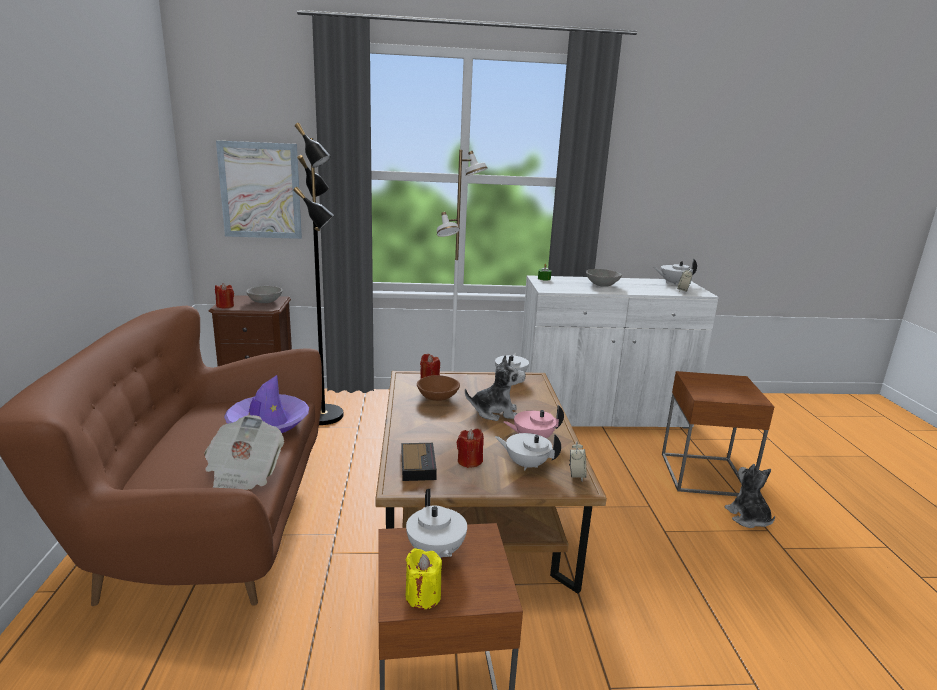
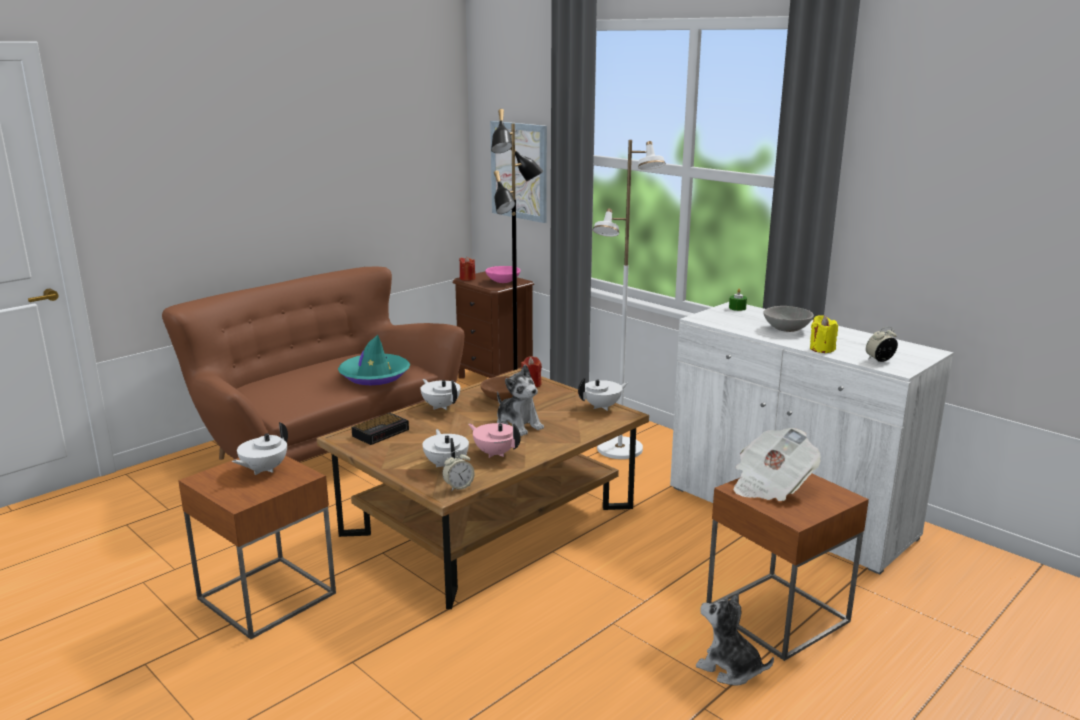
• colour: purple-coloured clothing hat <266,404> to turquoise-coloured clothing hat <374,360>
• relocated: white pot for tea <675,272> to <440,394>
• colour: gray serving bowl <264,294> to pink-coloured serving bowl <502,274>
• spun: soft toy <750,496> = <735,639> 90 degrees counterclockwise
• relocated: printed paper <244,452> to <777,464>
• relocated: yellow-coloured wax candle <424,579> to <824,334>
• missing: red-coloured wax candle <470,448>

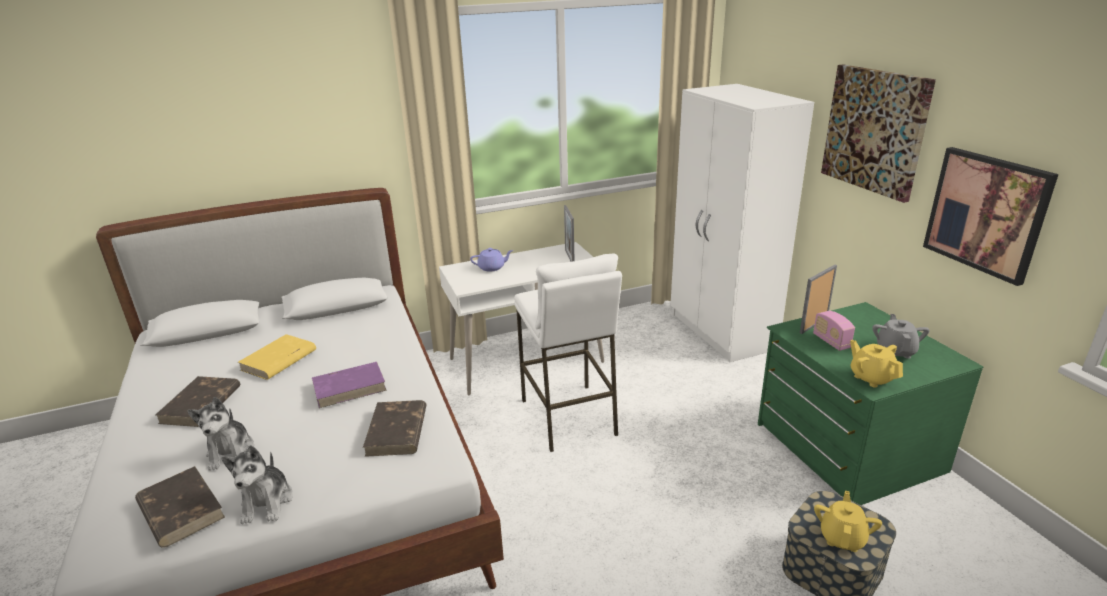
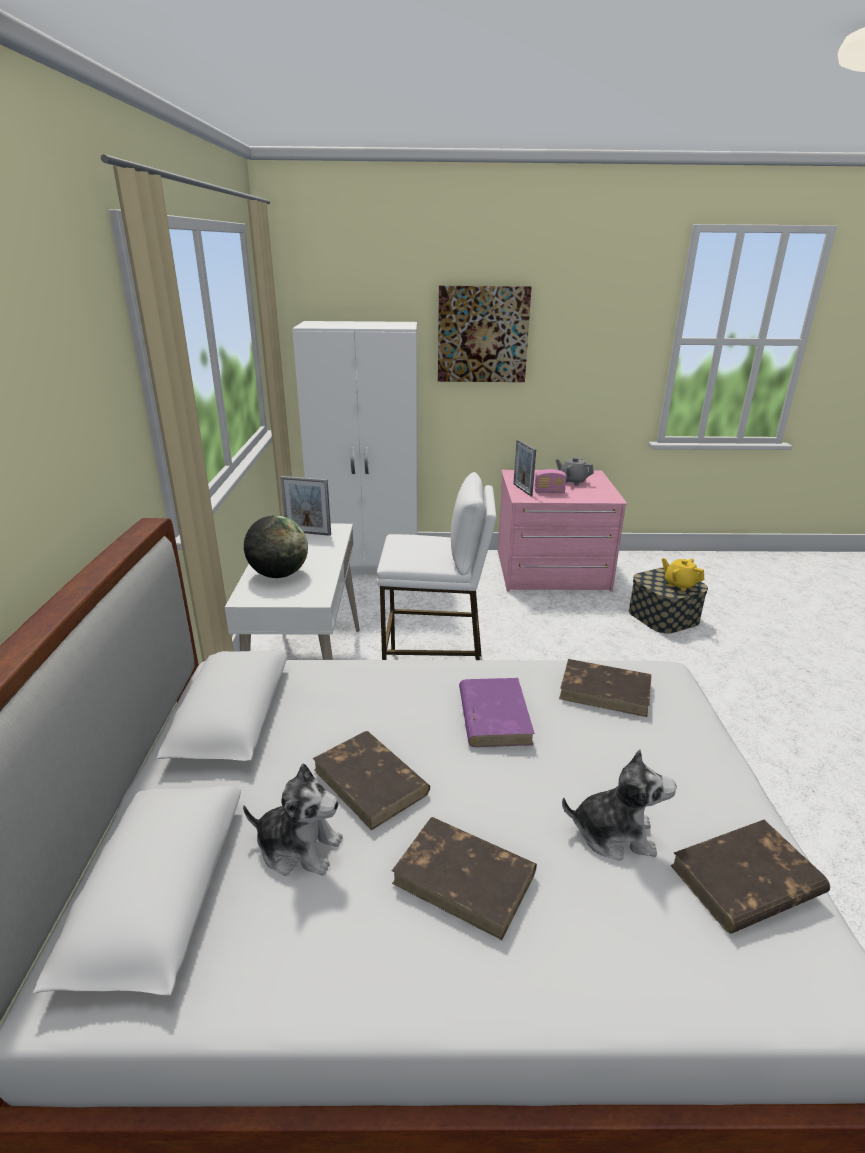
• relocated: soft toy <257,484> to <293,820>
• exchanged: purple-coloured pot for tea <491,260> to globe <276,546>
• colour: yellow-coloured book <277,357> to brown-coloured book <371,781>
• colour: greenish dresser <871,403> to pink-coloured dresser <562,531>
• missing: yellow-coloured pot for tea <876,364>
• missing: wall picture <991,216>

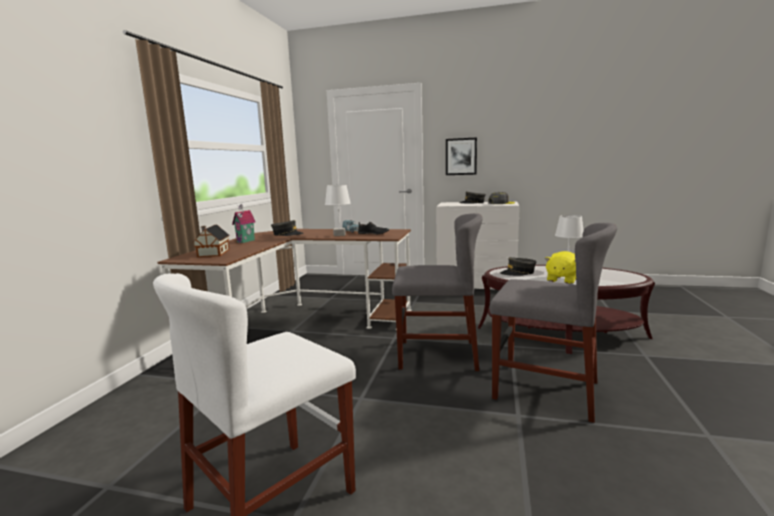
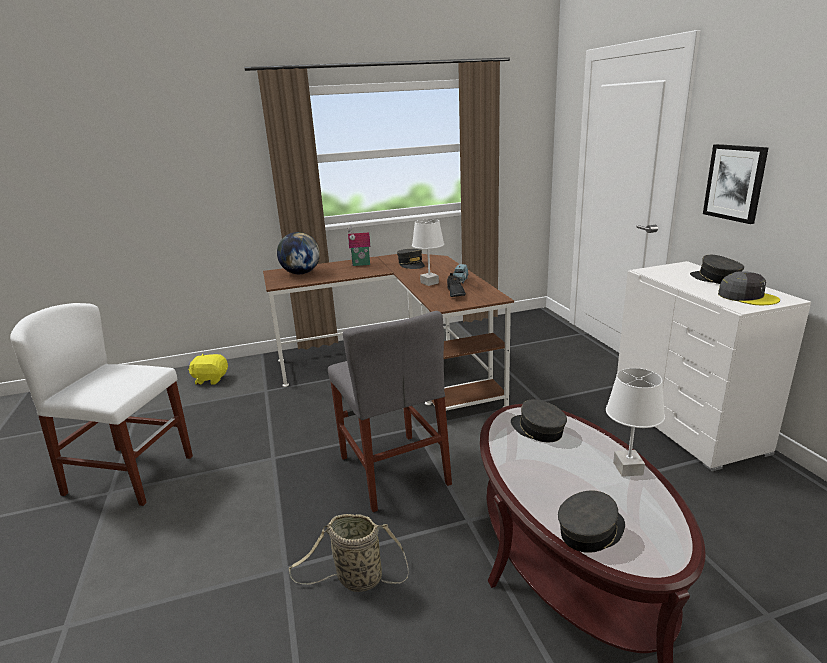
• relocated: yellow-coloured soft toy <560,267> to <208,369>
• exchanged: model house <211,241> to globe <298,253>
• exchanged: gray chair <553,323> to storage basket <349,553>
• appeared: gray baseball cap <591,521>

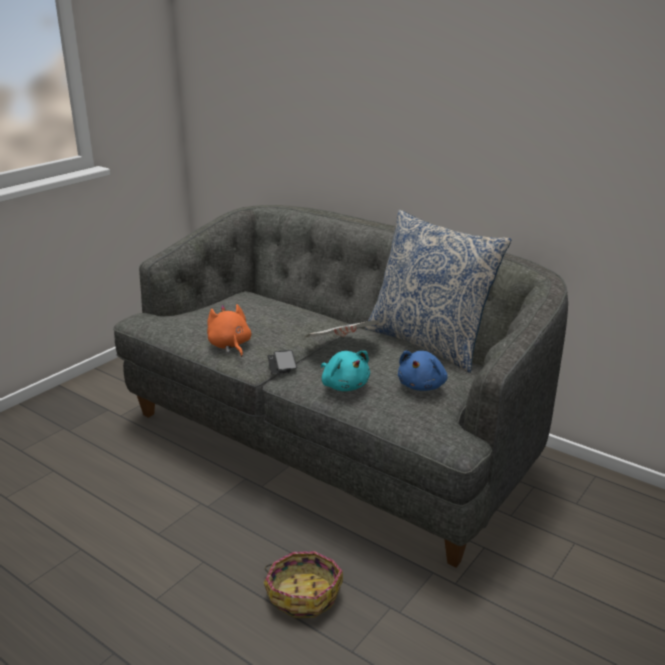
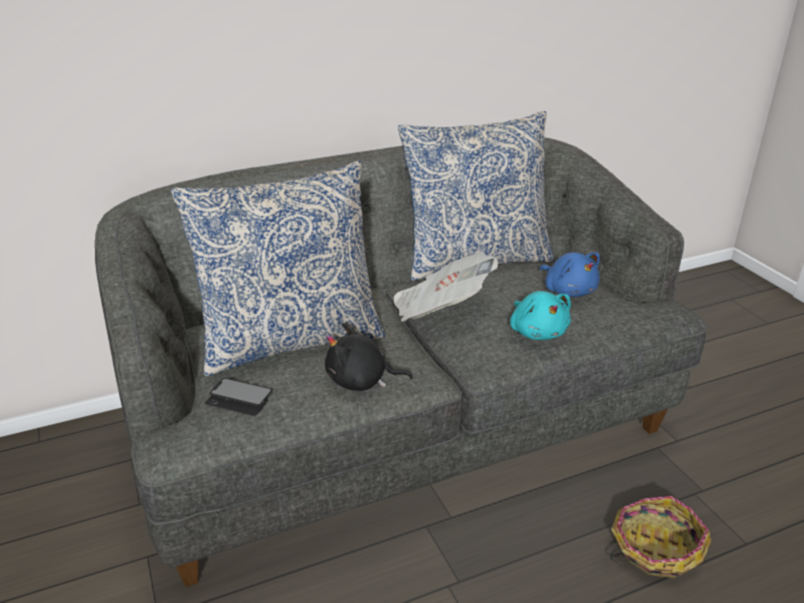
• appeared: cushion <278,268>
• relocated: telephone <282,362> to <238,397>
• colour: orangey soft toy <229,330> to blackish soft toy <369,357>
• spun: turquoise-coloured soft toy <345,371> = <540,315> 75 degrees clockwise

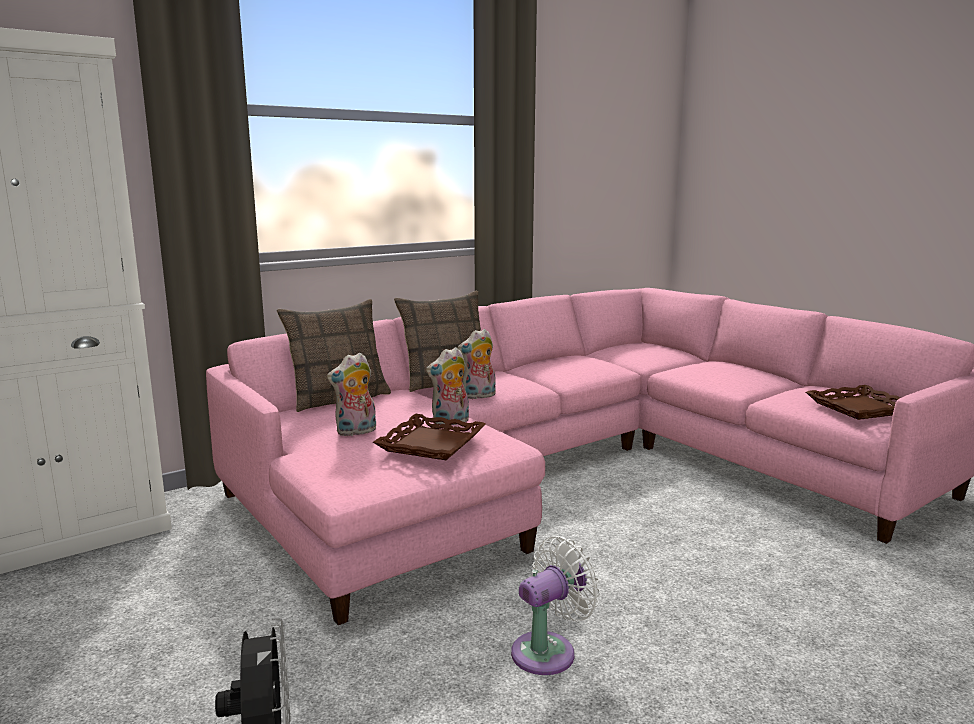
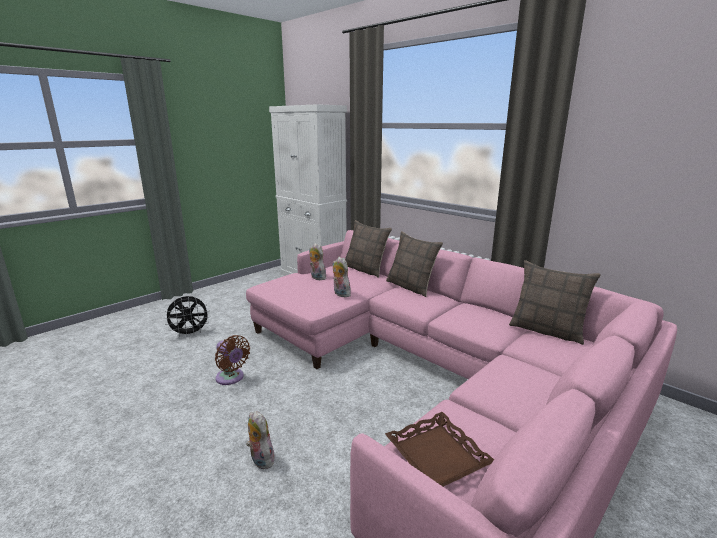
• colour: white cooling fan <555,605> to brown-coloured cooling fan <232,360>
• relocated: soft toy <477,364> to <260,440>
• appeared: cushion <555,302>
• missing: brown-coloured tray <429,437>

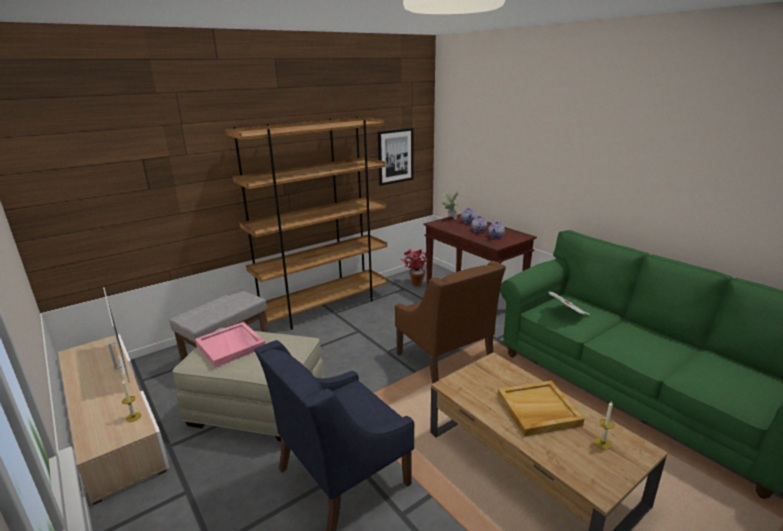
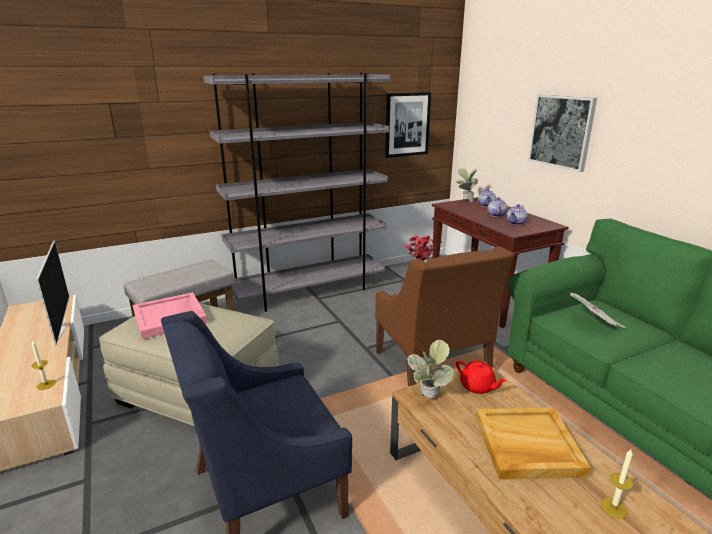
• colour: brown-coloured shelving unit <306,223> to gray shelving unit <296,192>
• appeared: potted plant <431,369>
• appeared: red-coloured pot for tea <481,377>
• appeared: wall picture <562,133>

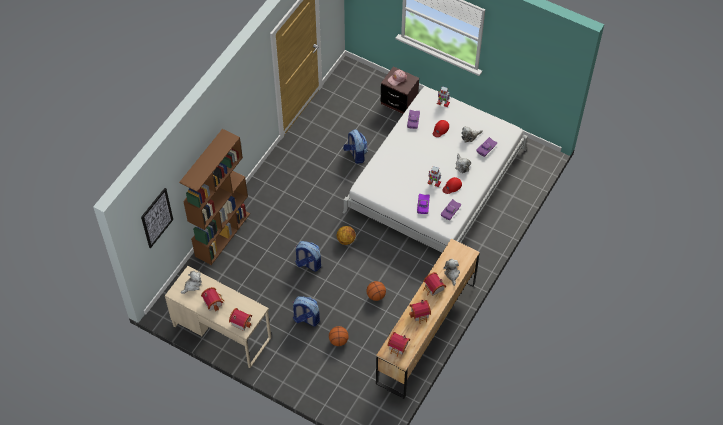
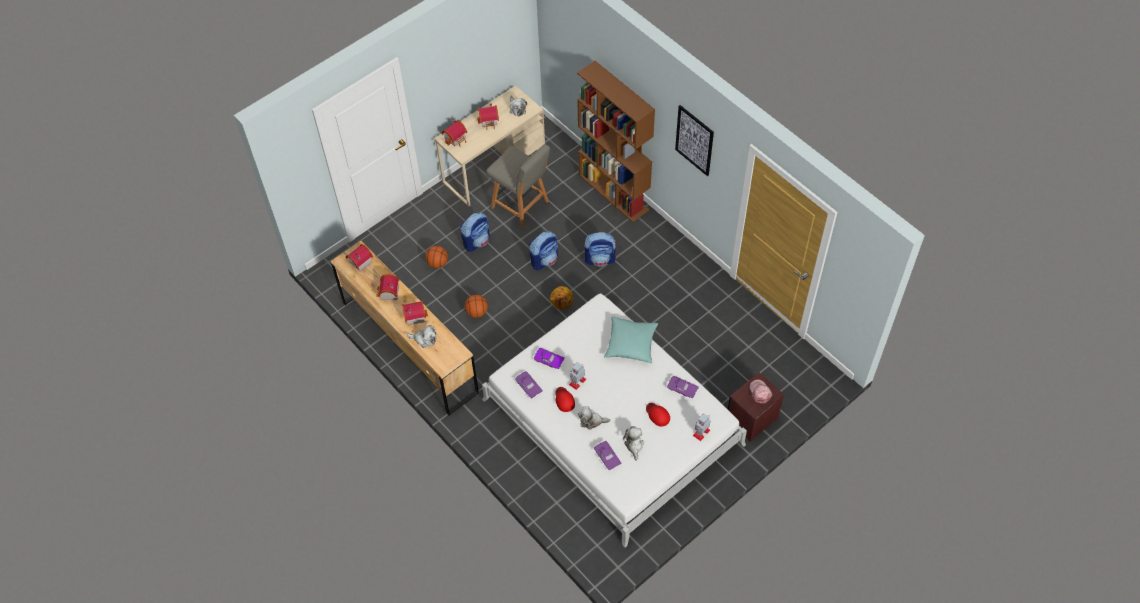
• appeared: gray chair <518,186>
• relocated: knapsack <355,146> to <600,249>
• appeared: turquoise-coloured cushion <631,339>
• relocated: wall picture <157,218> to <694,140>

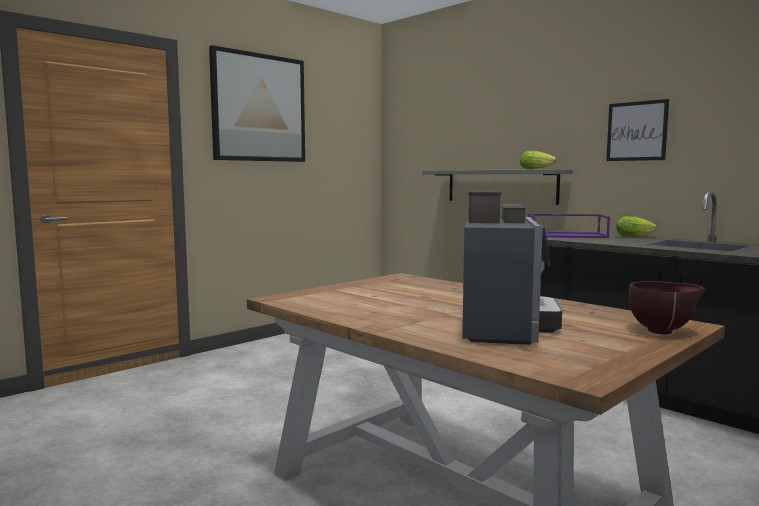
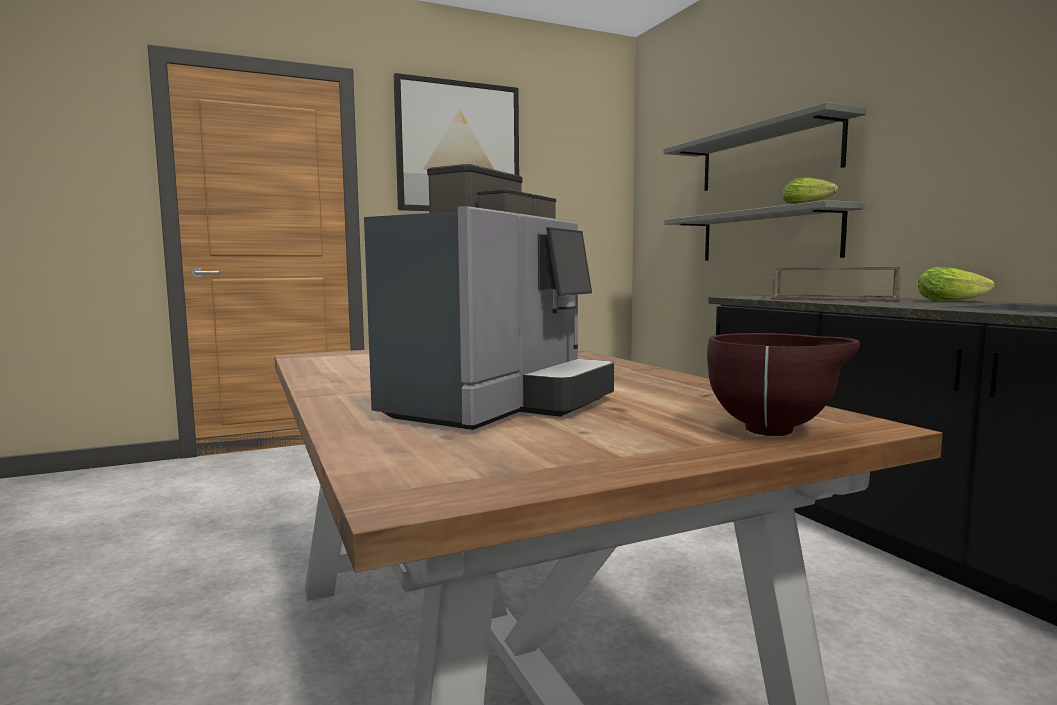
• appeared: gray shelf <764,146>
• colour: purple-coloured tray <569,226> to brown-coloured tray <836,284>
• missing: wall picture <637,130>

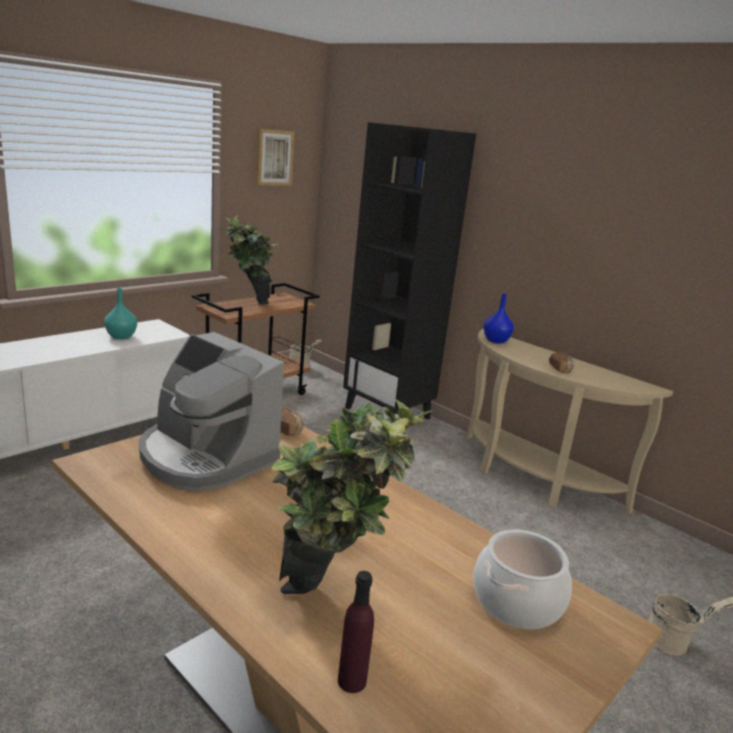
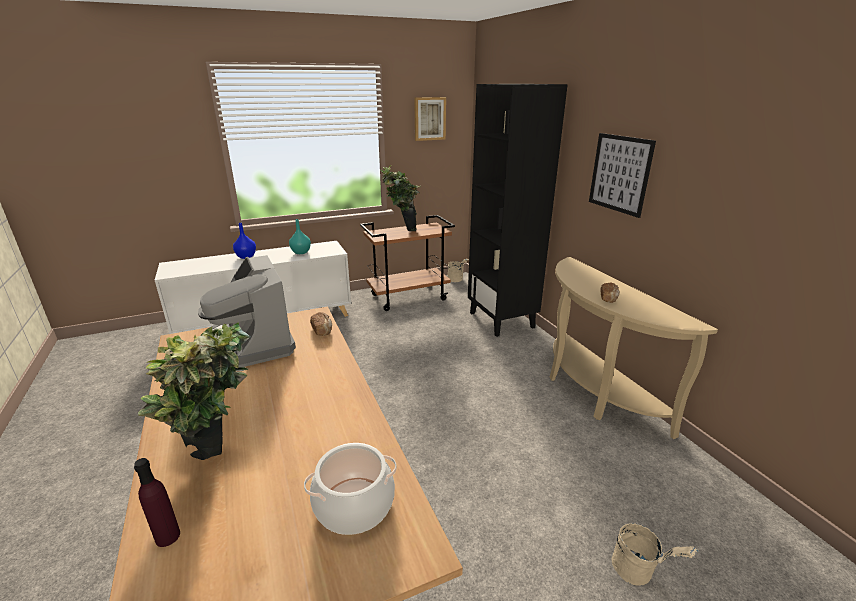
• relocated: bluish decorative vase <498,319> to <244,241>
• appeared: wall picture <622,175>

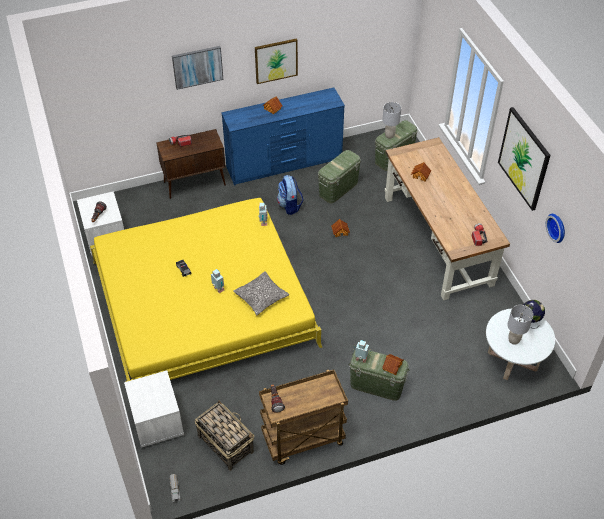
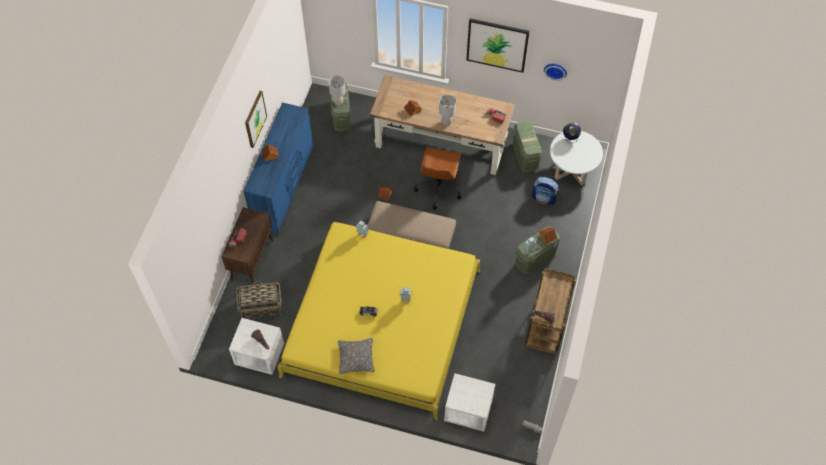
• relocated: storage basket <224,436> to <259,300>
• relocated: cushion <261,293> to <356,356>
• appeared: sand-coloured pouffe <411,225>
• appeared: brown-coloured computer chair <437,178>
• relocated: gray table lamp <520,325> to <447,110>
• relocated: greenish storage box <339,176> to <527,146>
• relocated: knapsack <290,195> to <545,191>
• missing: wall picture <197,68>

